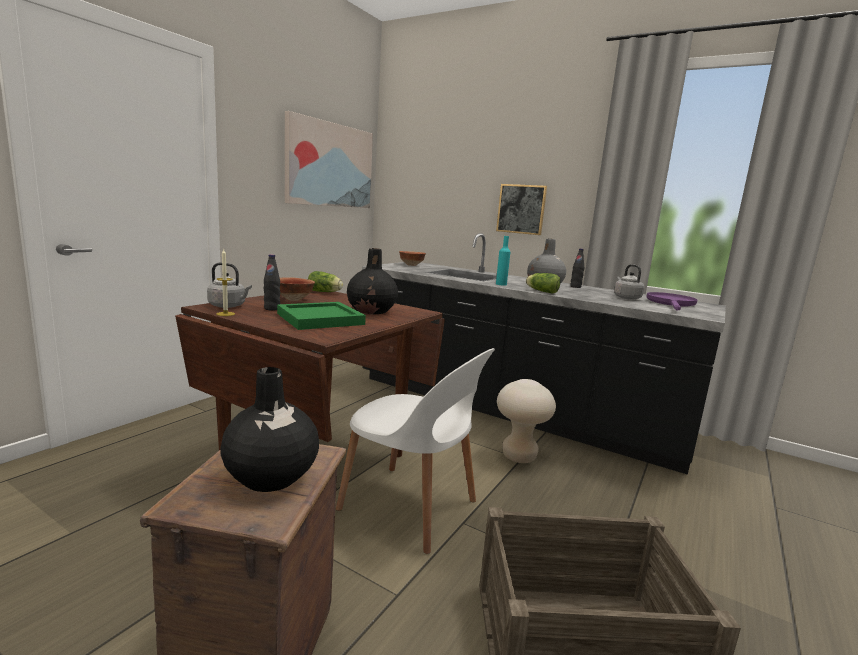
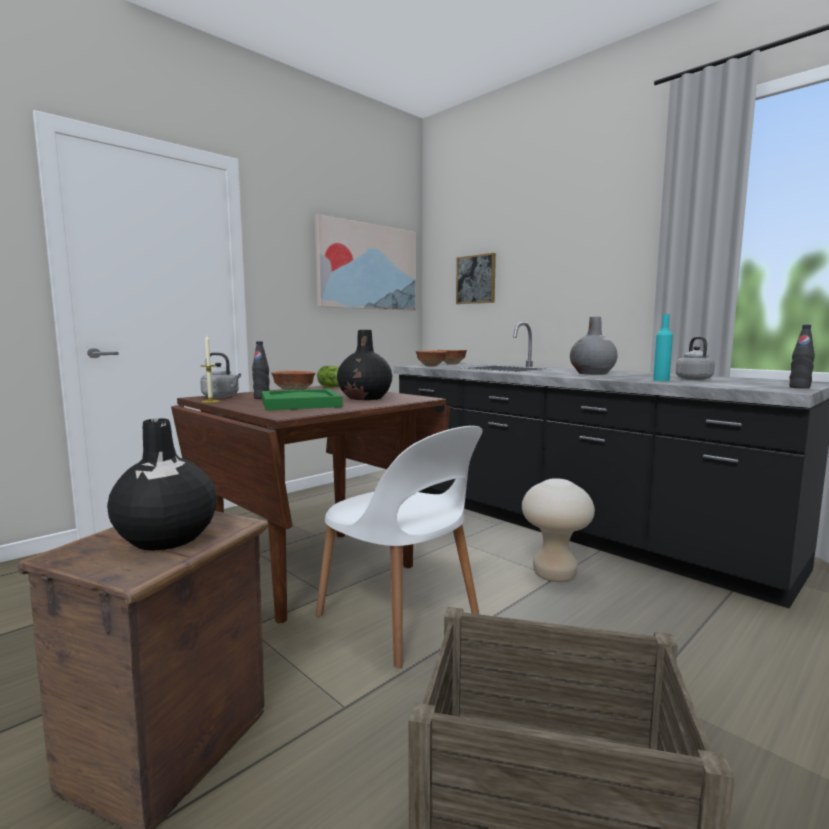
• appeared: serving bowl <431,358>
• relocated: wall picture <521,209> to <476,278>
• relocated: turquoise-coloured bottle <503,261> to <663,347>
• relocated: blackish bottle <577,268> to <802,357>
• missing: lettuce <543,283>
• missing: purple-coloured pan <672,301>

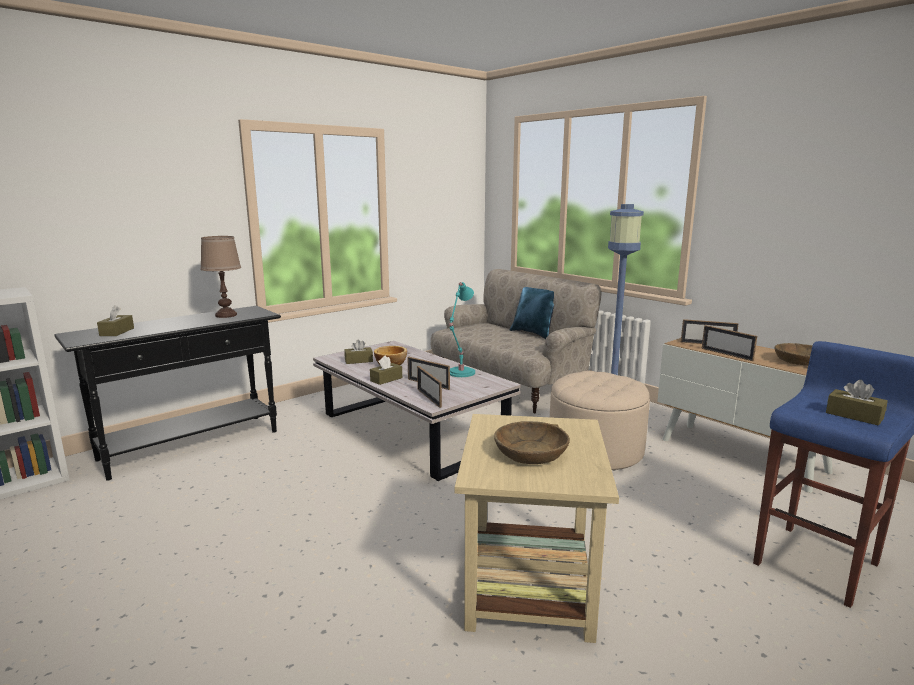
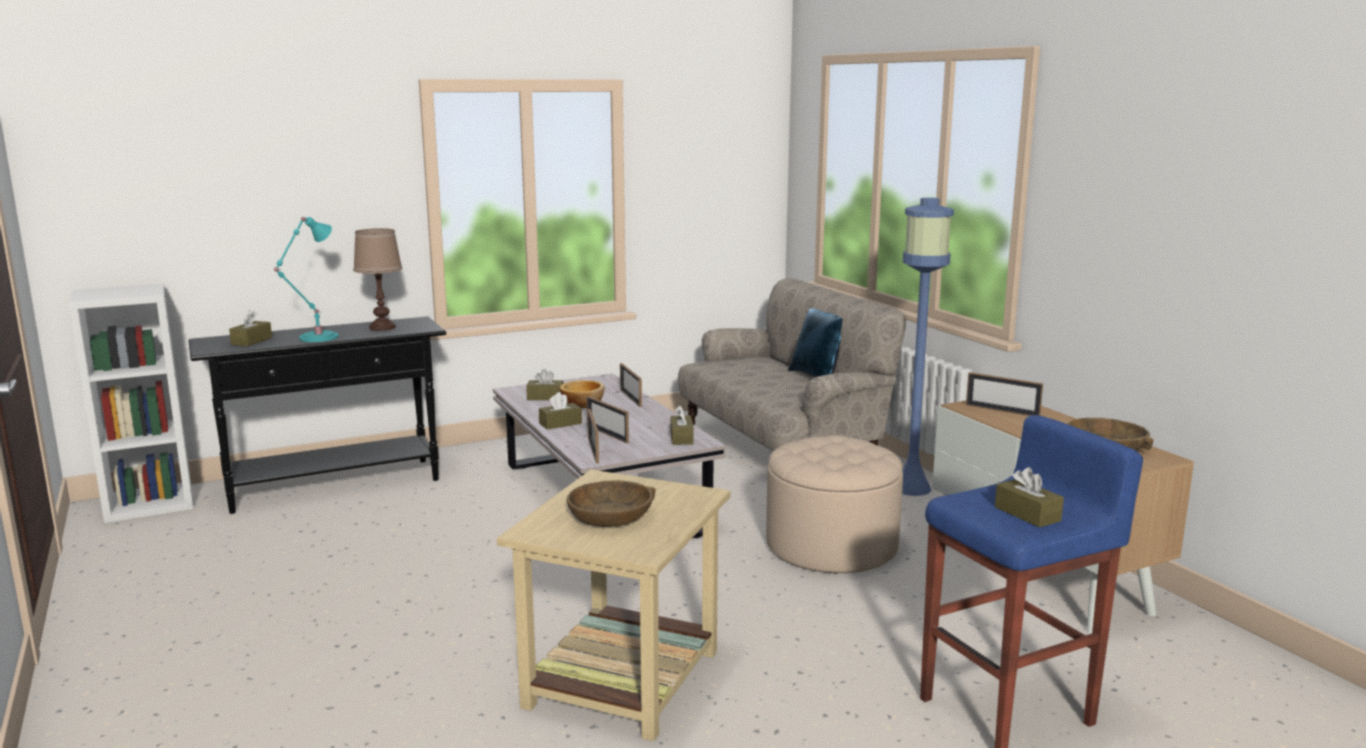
• relocated: turquoise-coloured table lamp <462,329> to <306,279>
• relocated: photo frame <729,343> to <631,385>
• appeared: brown-coloured box of tissues <682,425>

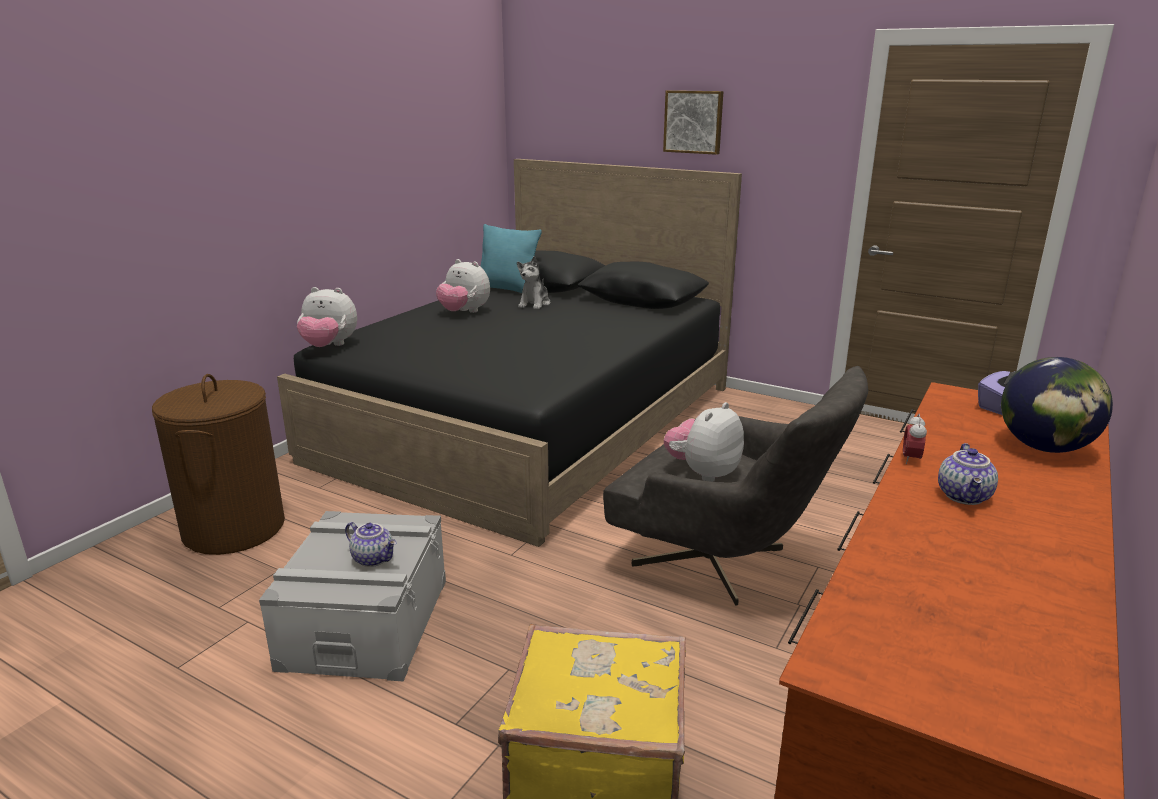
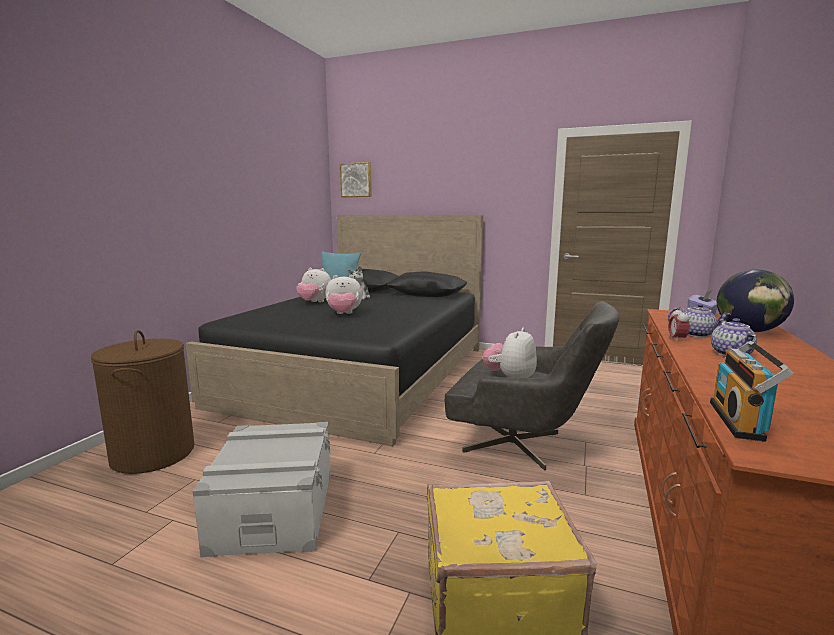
• relocated: soft toy <327,317> to <344,294>
• relocated: wall picture <693,122> to <356,179>
• relocated: pot for tea <371,544> to <699,320>
• appeared: radio <751,391>

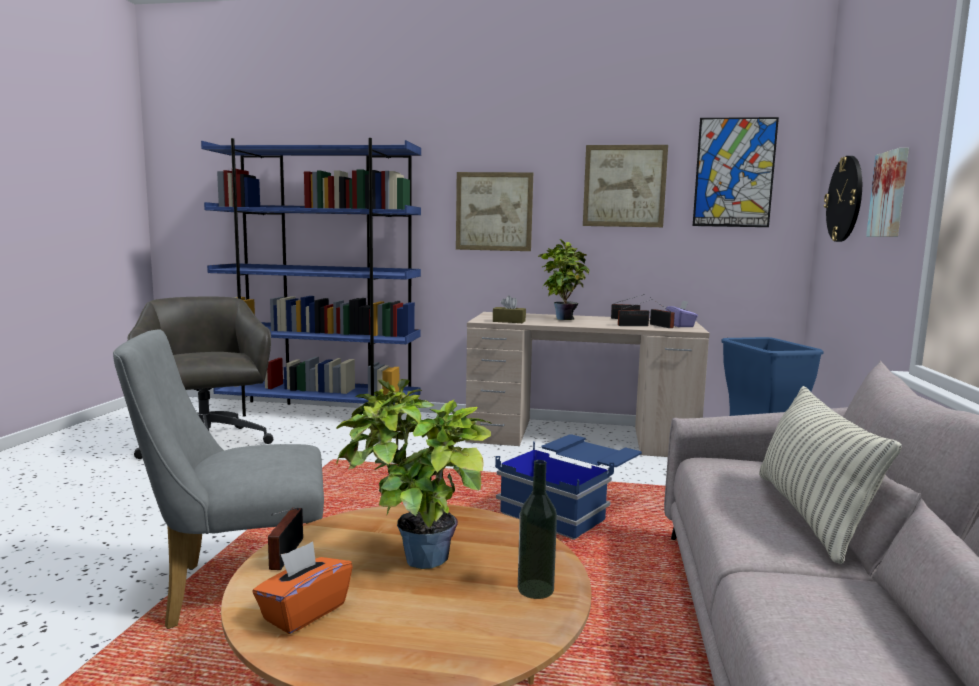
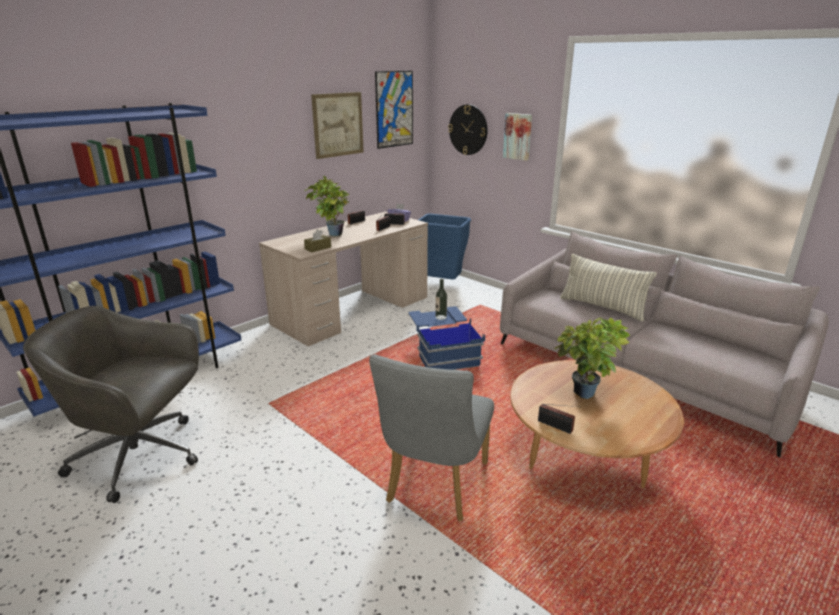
• relocated: bottle <537,529> to <441,299>
• missing: orangey box of tissues <302,587>
• missing: wall picture <494,211>

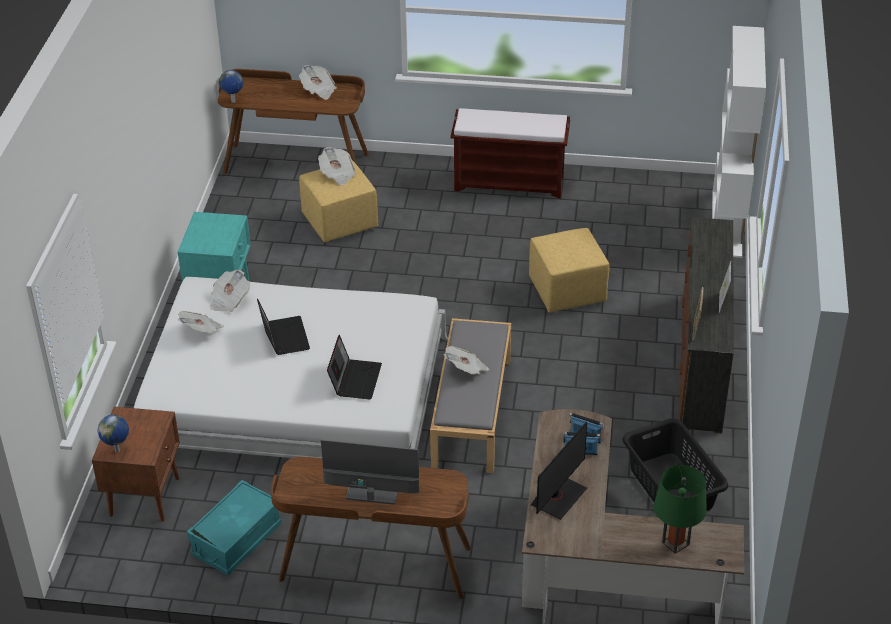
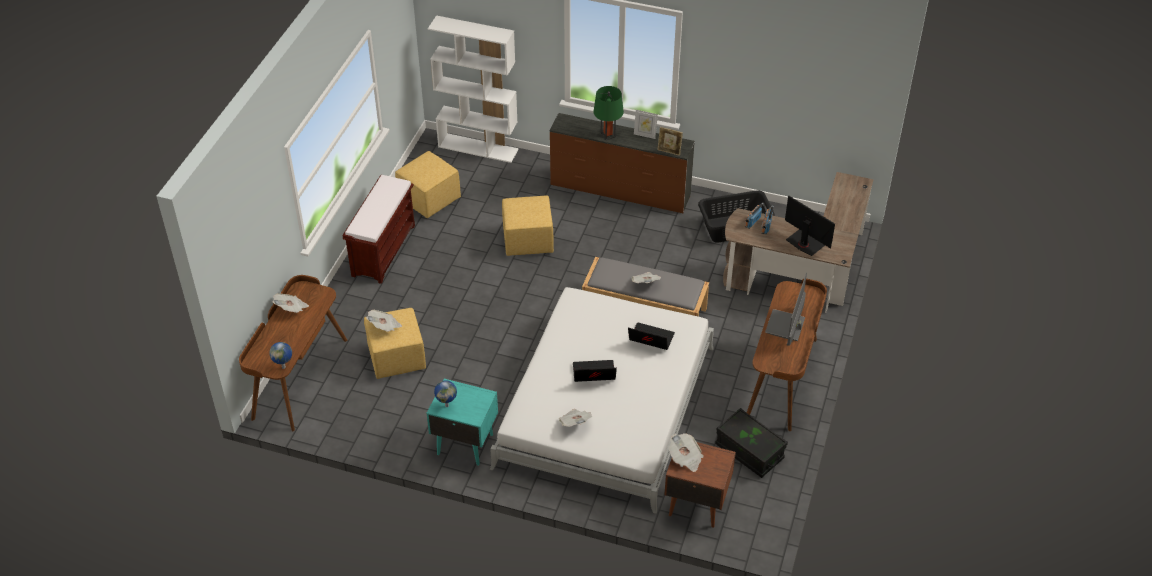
• appeared: yellow-coloured pouffe <428,184>
• relocated: globe <113,434> to <445,393>
• relocated: greenish table lamp <680,509> to <608,113>
• relocated: printed paper <230,291> to <686,452>
• colour: turquoise-coloured storage box <234,528> to blackish storage box <751,443>

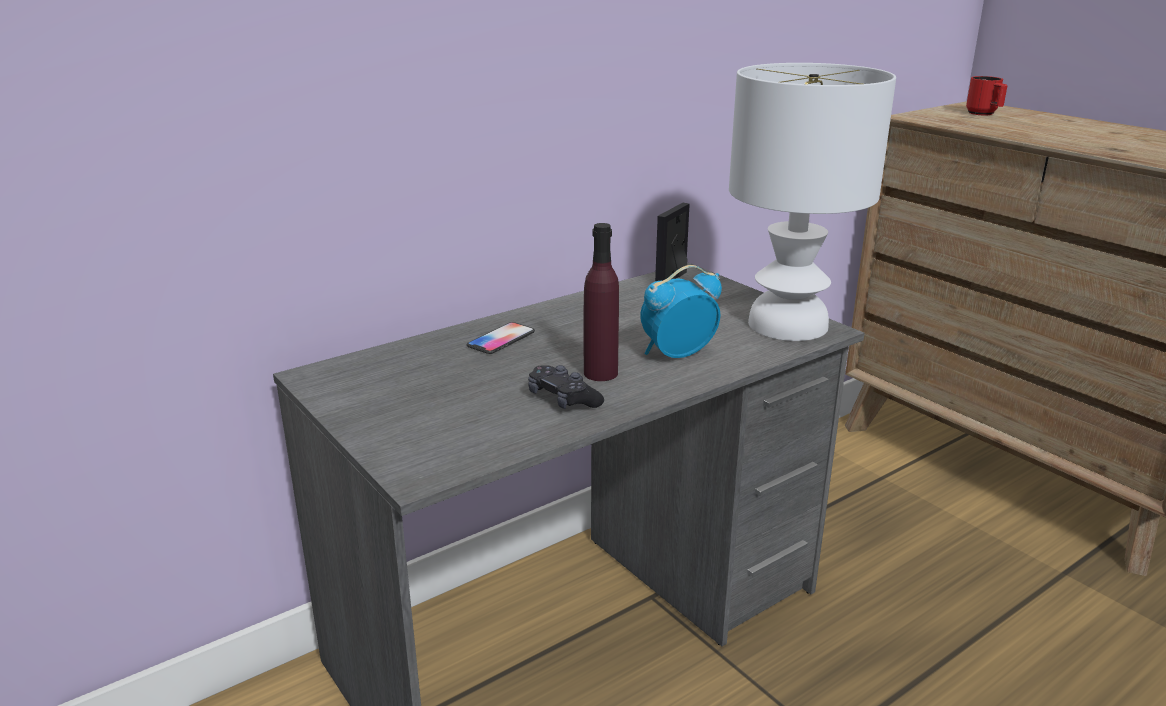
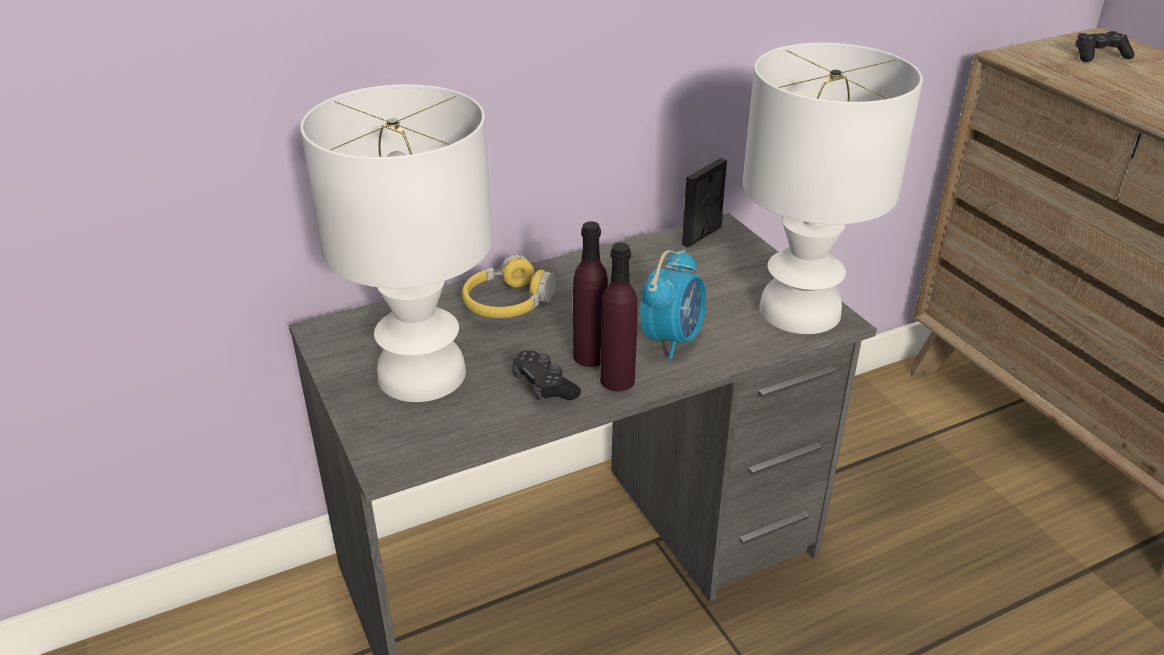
• appeared: white table lamp <396,243>
• exchanged: telephone <501,338> to yellow-coloured pair of headphones <509,286>
• appeared: purple-coloured bottle <619,317>
• spun: bedside clock <681,311> = <673,304> 135 degrees clockwise
• exchanged: red-coloured mug <986,95> to blackish game controller <1105,46>

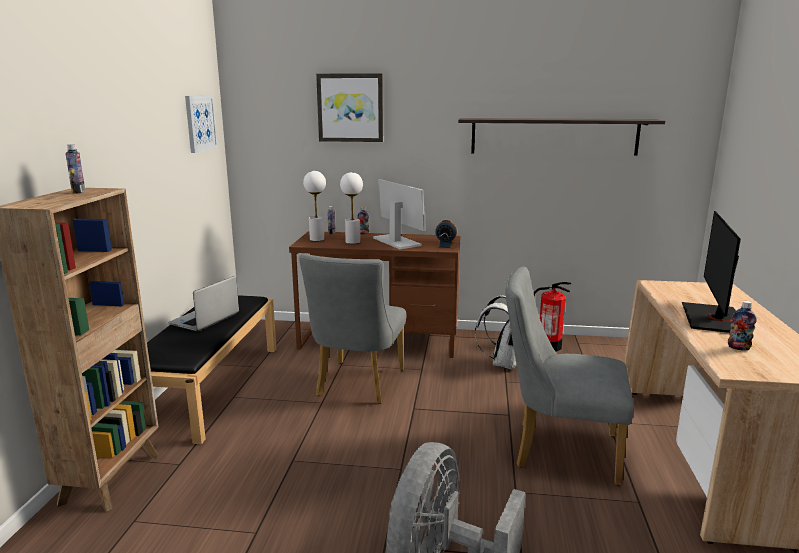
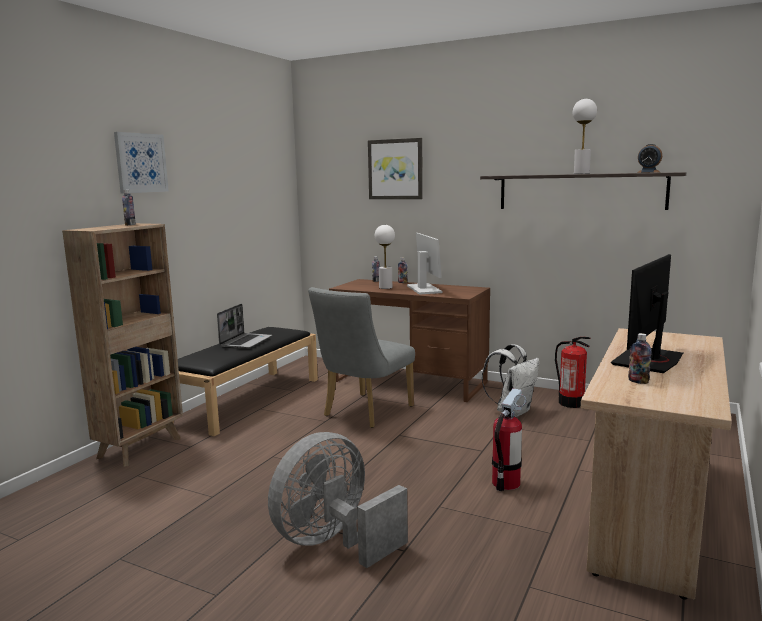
• relocated: wall picture <201,124> to <141,162>
• spun: notebook computer <203,304> = <244,326> 150 degrees clockwise
• exchanged: gray chair <569,376> to fire-fighting cylinder <509,439>
• relocated: white table lamp <314,206> to <585,136>
• relocated: bedside clock <446,234> to <649,158>

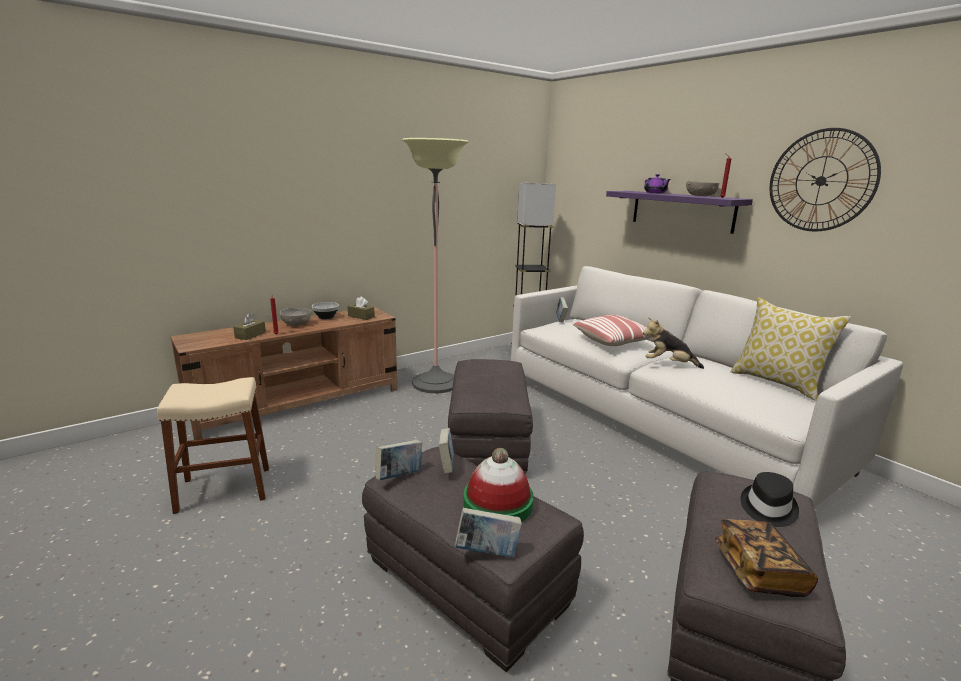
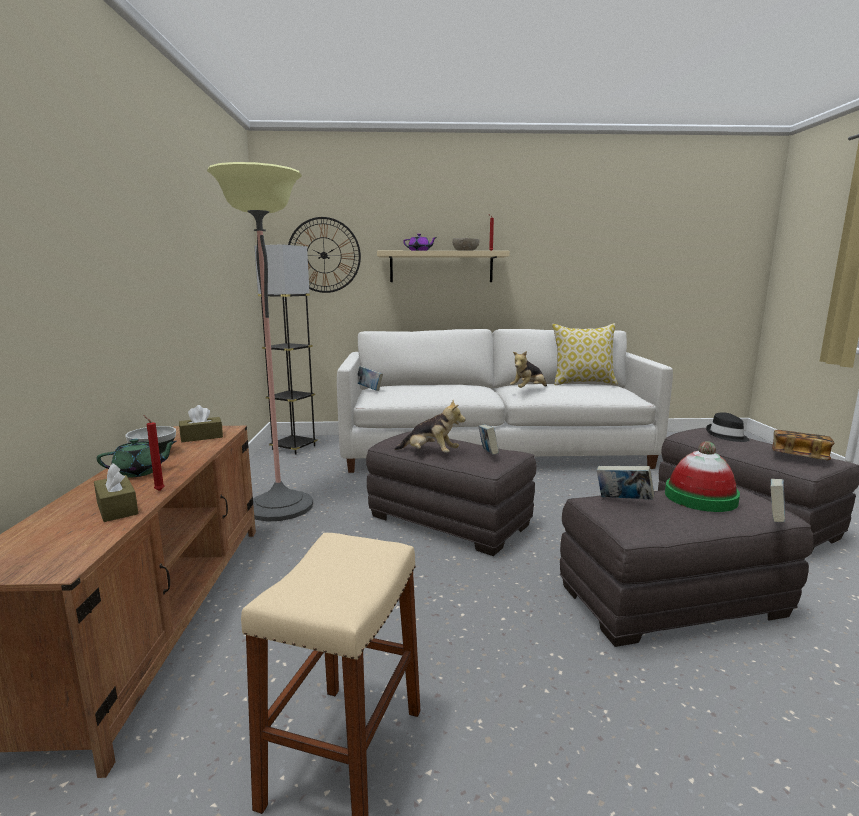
• exchanged: gray serving bowl <296,317> to greenish pot for tea <137,458>
• relocated: hanging clock <825,179> to <324,255>
• colour: purple-coloured shelf <679,212> to sand-coloured shelf <443,266>
• appeared: soft toy <430,426>
• relocated: book <398,460> to <488,439>
• missing: cushion <612,330>

